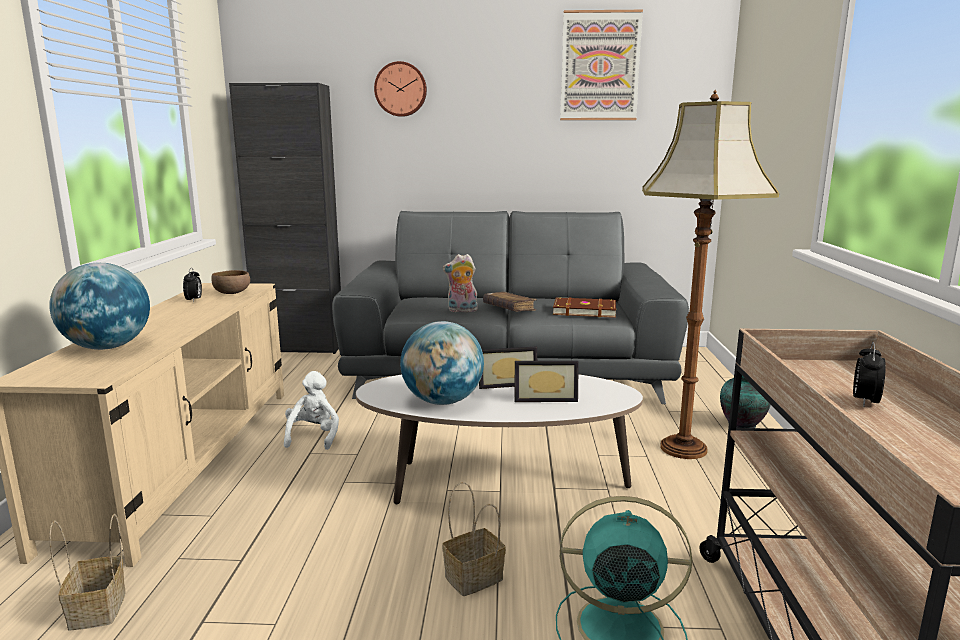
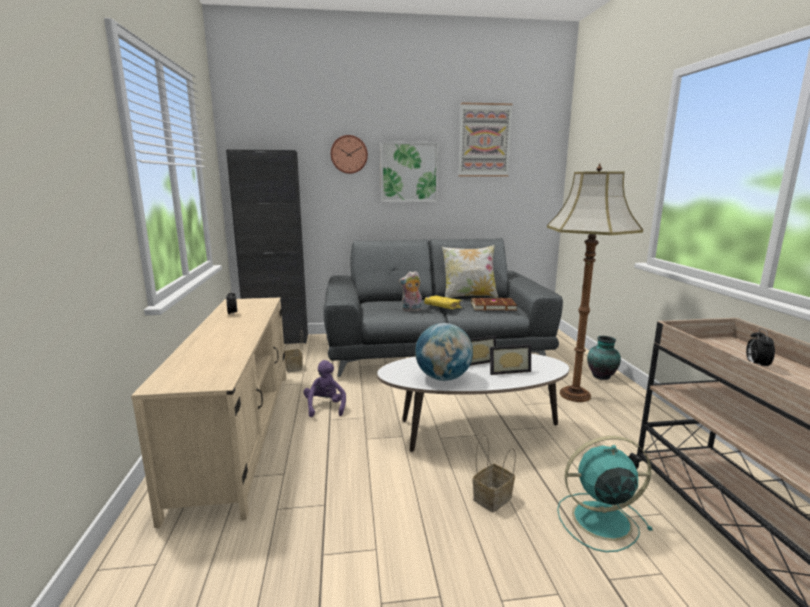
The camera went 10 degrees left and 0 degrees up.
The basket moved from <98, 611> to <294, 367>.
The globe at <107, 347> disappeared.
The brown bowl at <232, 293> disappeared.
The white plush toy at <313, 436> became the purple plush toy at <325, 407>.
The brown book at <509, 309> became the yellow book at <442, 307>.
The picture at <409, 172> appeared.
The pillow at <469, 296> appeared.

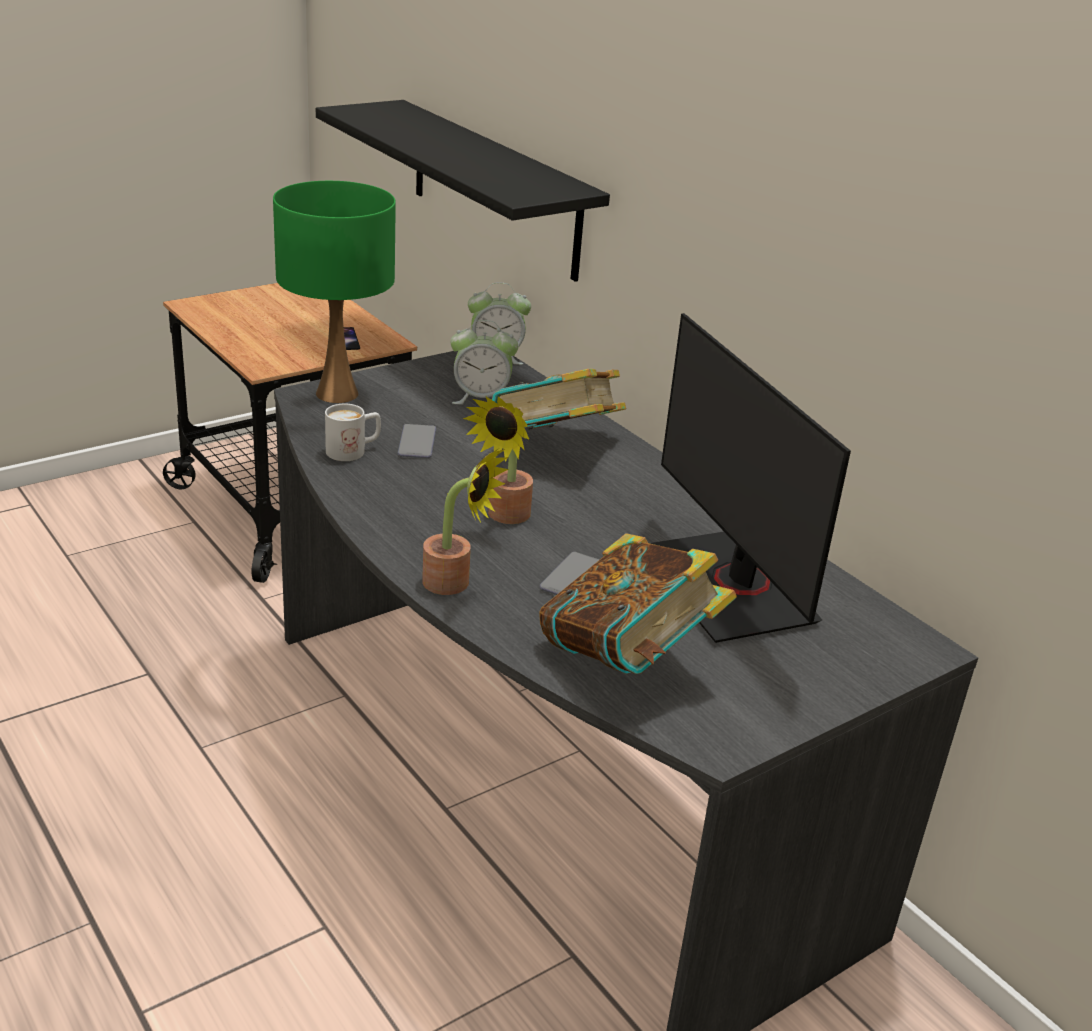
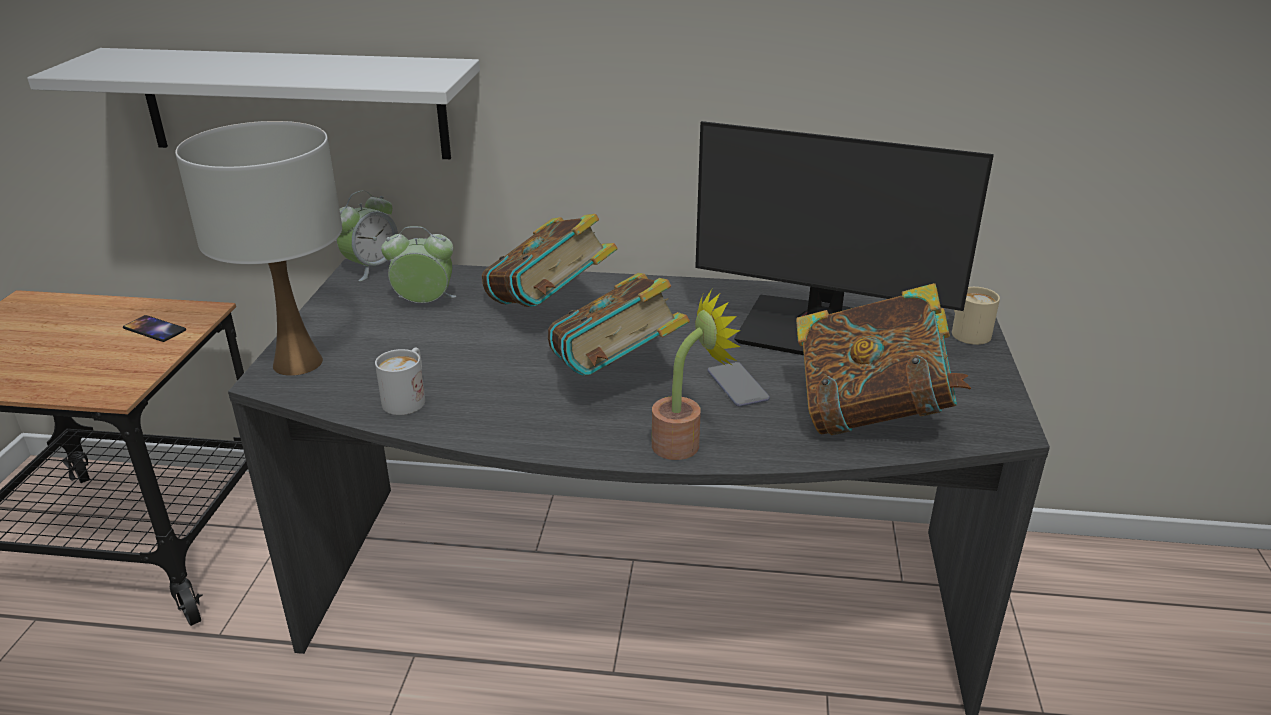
The camera went 45 degrees left and 0 degrees up.
The green table lamp at <338, 393> became the white table lamp at <298, 362>.
The black shelf at <494, 189> became the white shelf at <294, 104>.
The phone at <417, 443> disappeared.
The alarm clock at <481, 399> turned 135 degrees counterclockwise.
The potted plant at <504, 517> was replaced by the book at <616, 375>.
The beige mug at <966, 331> appeared.

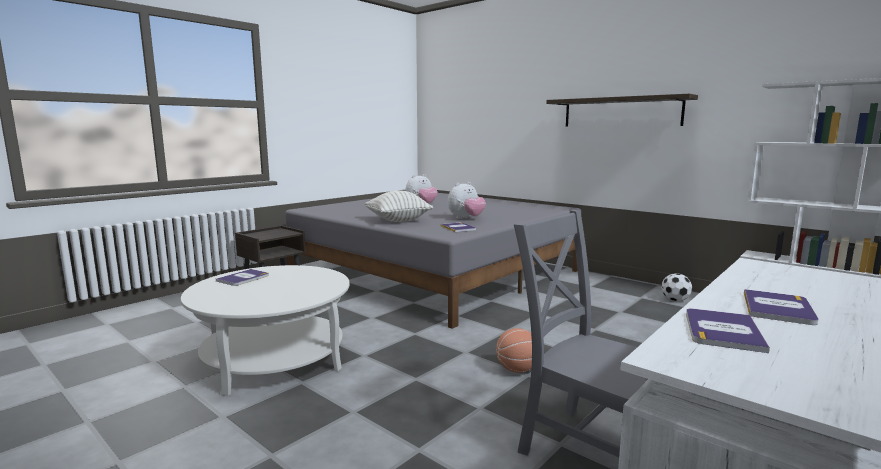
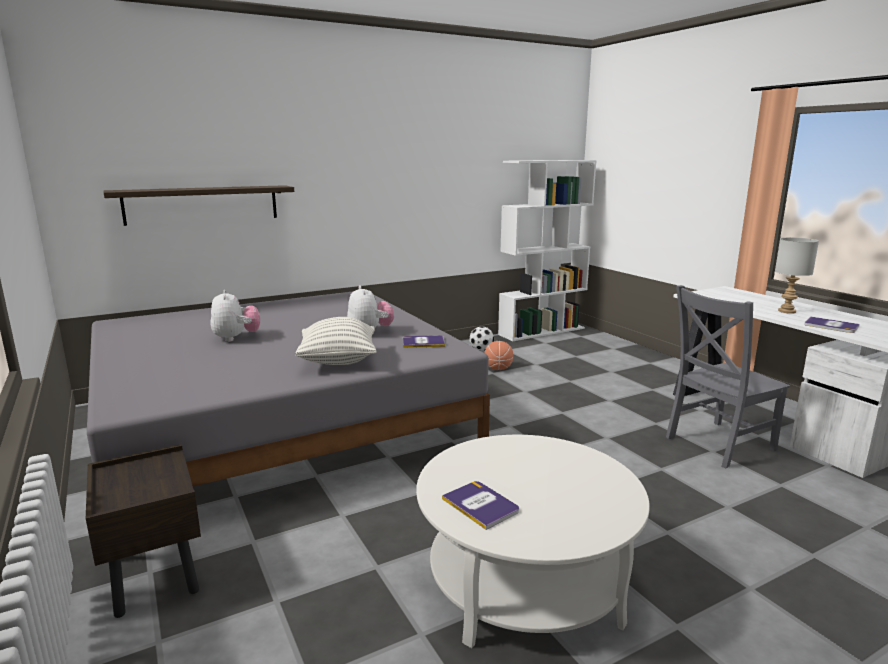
The camera went 70 degrees left and 5 degrees up.
The basketball moved from <517, 369> to <498, 369>.
The shelf moved from <621, 112> to <202, 204>.
The book at <778, 308> was replaced by the grey table lamp at <786, 311>.

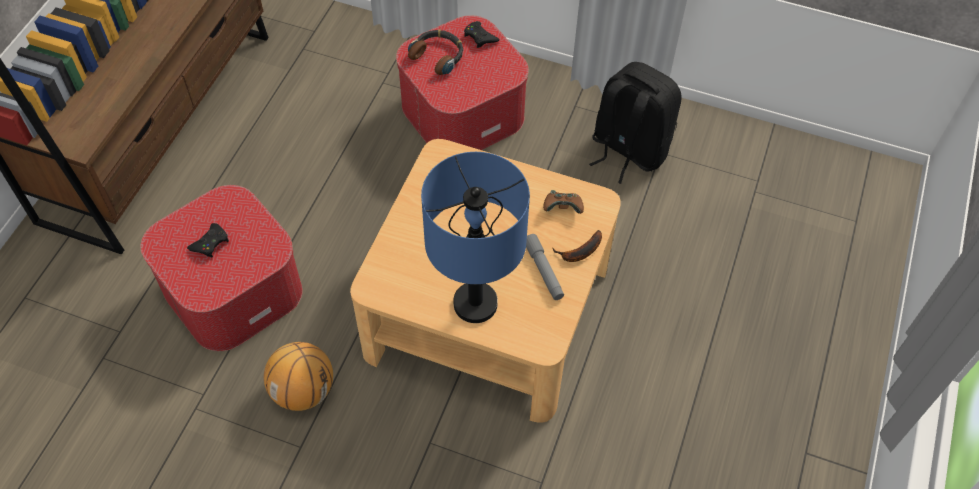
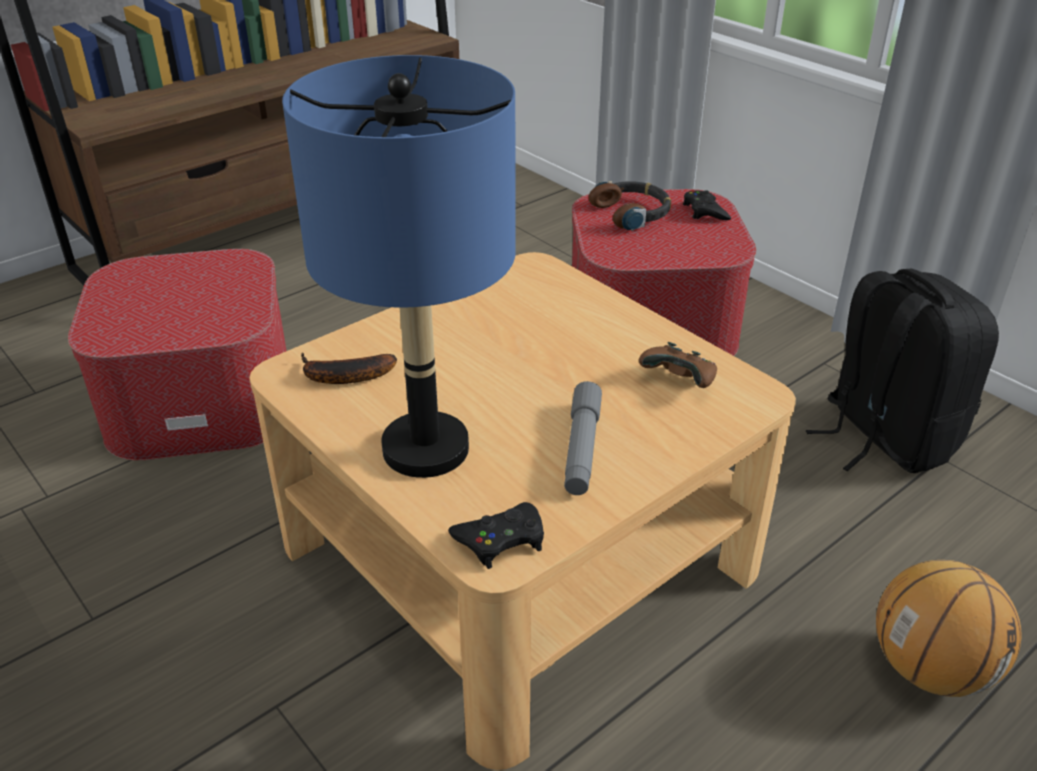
The camera went 30 degrees right and 20 degrees down.
The black game controller moved from <210, 243> to <501, 540>.
The basketball moved from <303, 390> to <930, 668>.
The banana moved from <579, 252> to <342, 377>.

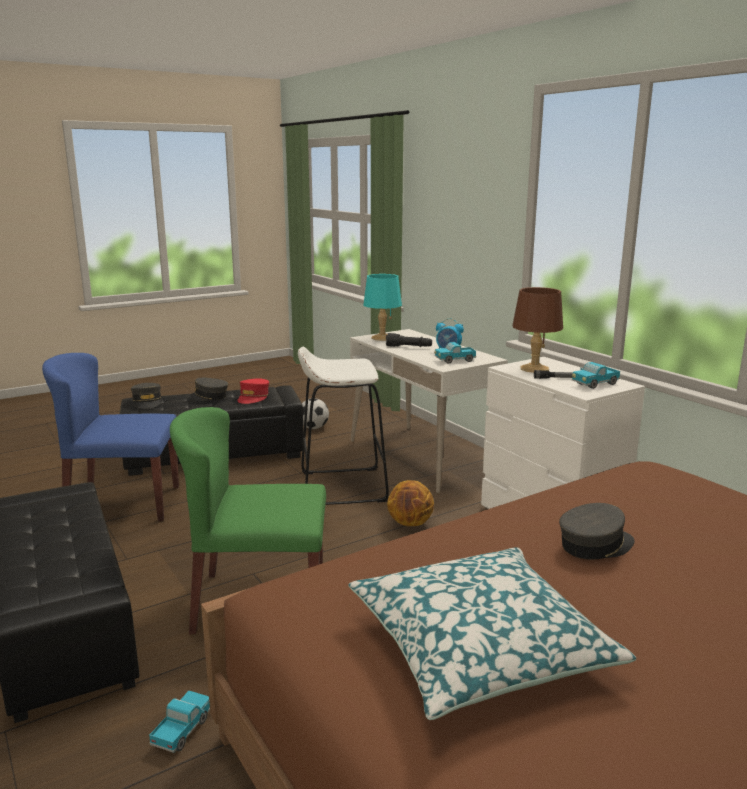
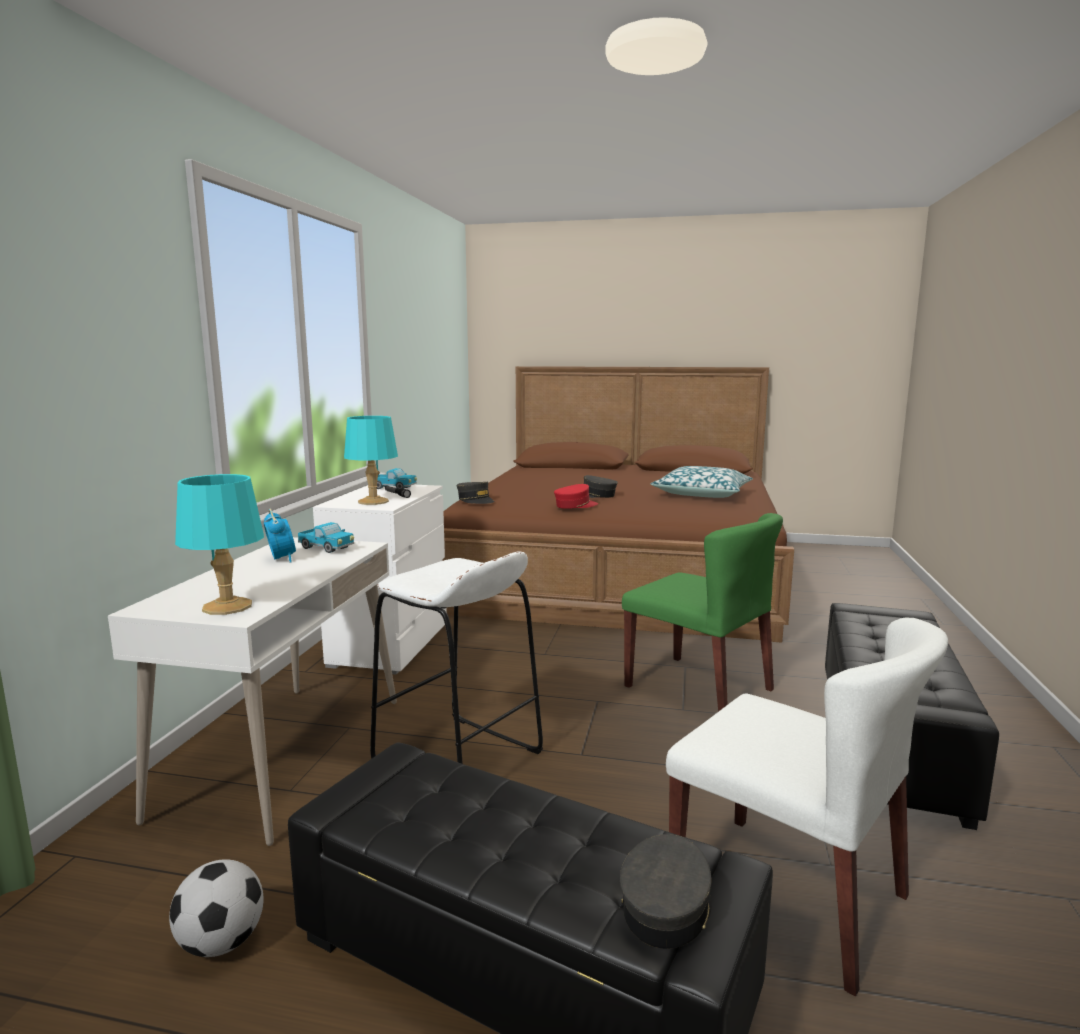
The camera went 135 degrees left and 5 degrees down.
The blue chair at <123, 504> became the white chair at <790, 894>.
The toy truck at <183, 730> disappeared.
The grey cap moved from <208, 397> to <475, 500>.
The red cap moved from <253, 397> to <575, 505>.
The black flashlight at <409, 347> disappeared.
The basketball at <410, 523> disappeared.
The brown table lamp at <534, 368> became the turquoise table lamp at <372, 501>.

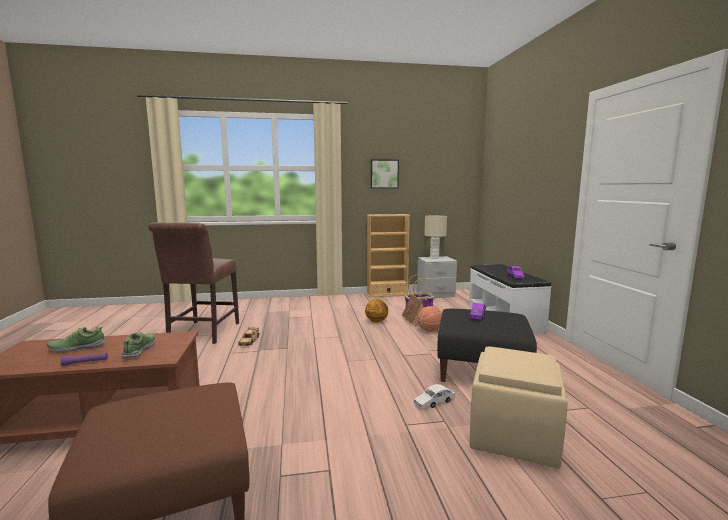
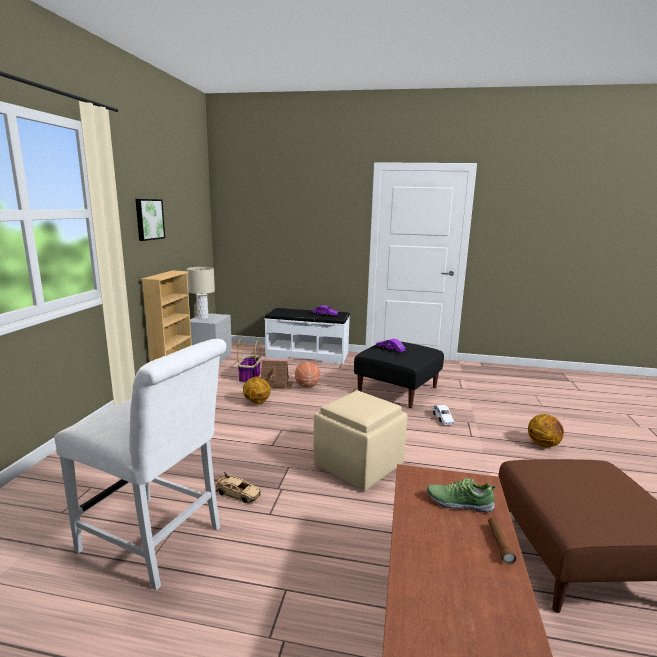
The camera went 70 degrees left and 5 degrees up.
The shoe at <77, 348> disappeared.
The purple flashlight at <85, 363> became the brown flashlight at <499, 544>.
The brown chair at <202, 333> became the white chair at <156, 542>.
The beige ottoman moved from <514, 436> to <358, 465>.
The basketball at <543, 444> appeared.

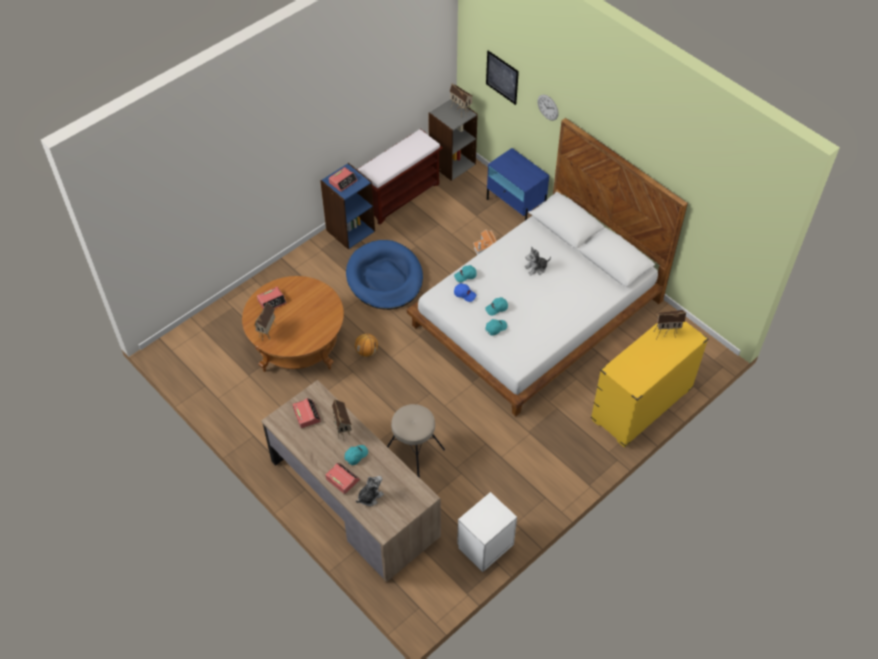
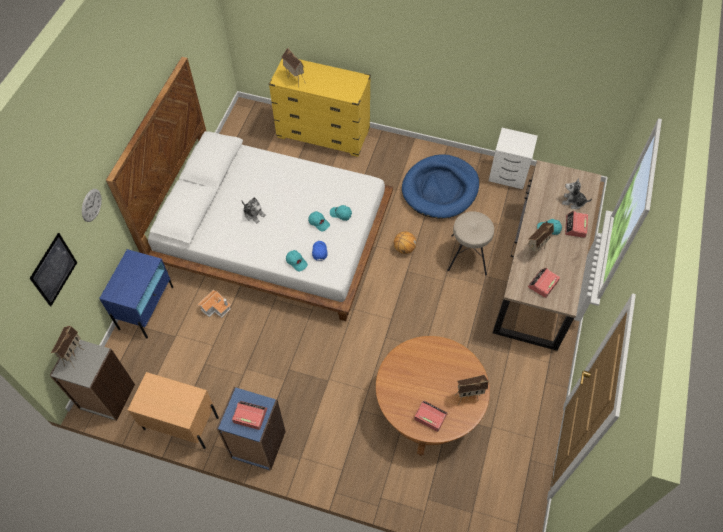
The camera went 120 degrees left and 5 degrees up.
The blue dog bed moved from <385, 278> to <440, 189>.
The basketball moved from <367, 351> to <404, 248>.
The brown bench at <400, 195> was replaced by the beige nightstand at <181, 423>.

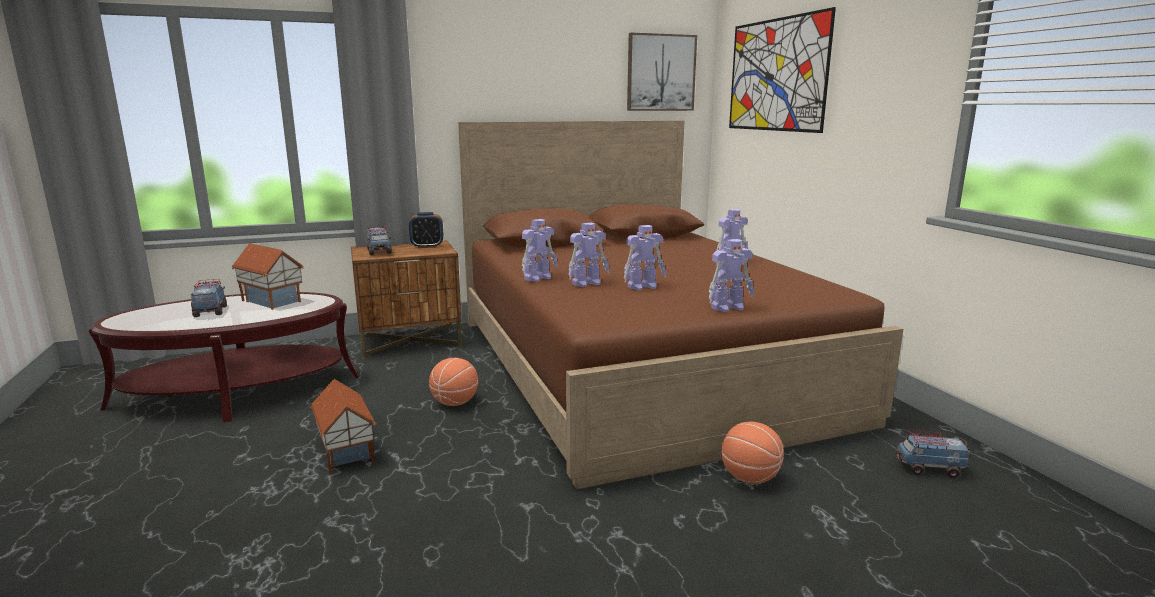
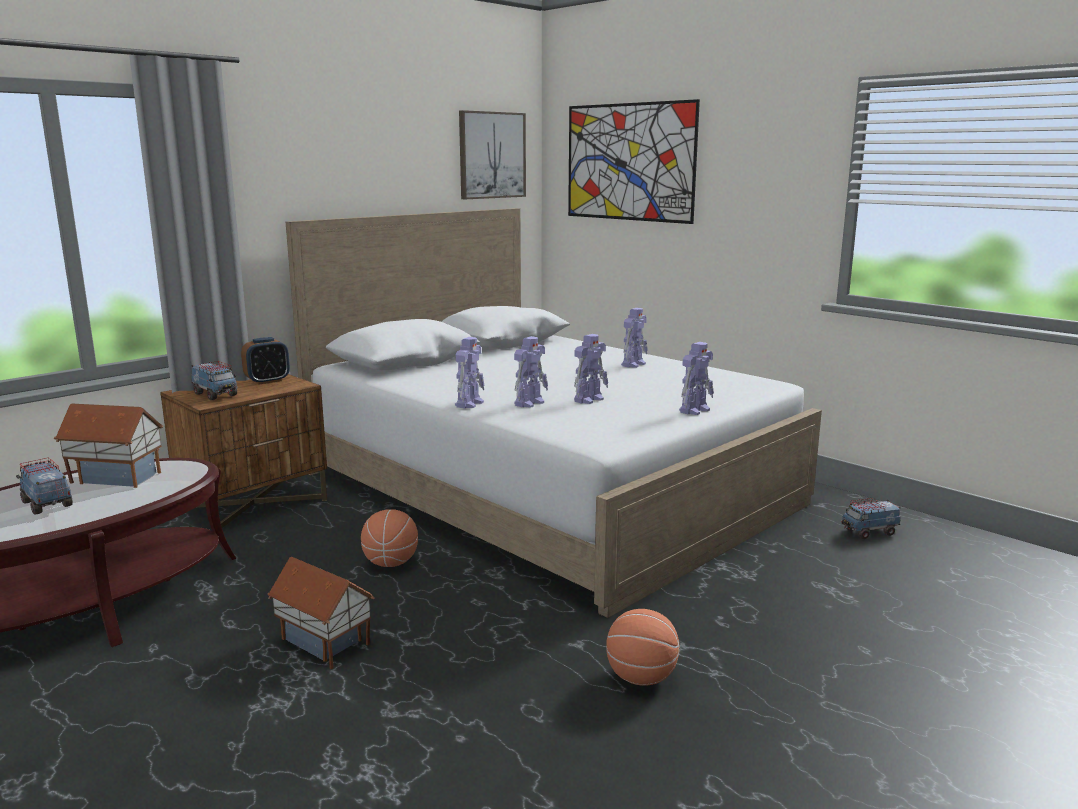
The camera went 25 degrees left and 0 degrees up.
The brown bed at <639, 365> became the white bed at <548, 487>.
The basketball moved from <750, 478> to <641, 677>.

